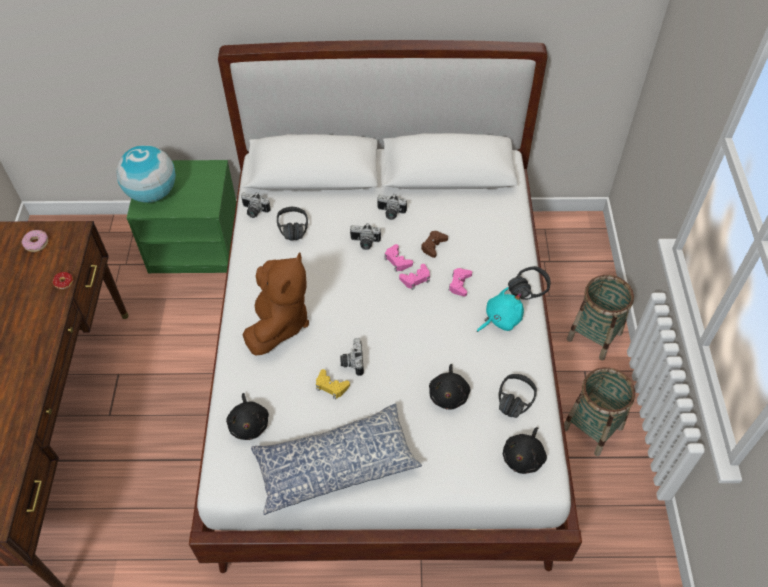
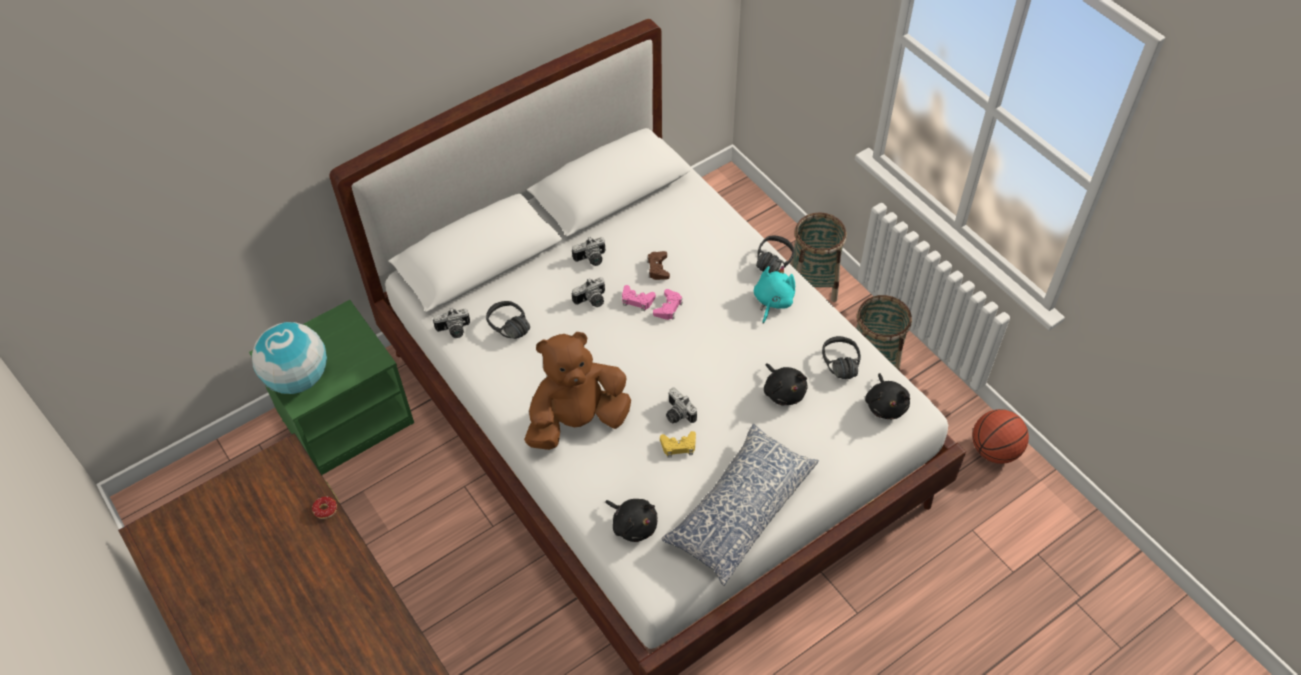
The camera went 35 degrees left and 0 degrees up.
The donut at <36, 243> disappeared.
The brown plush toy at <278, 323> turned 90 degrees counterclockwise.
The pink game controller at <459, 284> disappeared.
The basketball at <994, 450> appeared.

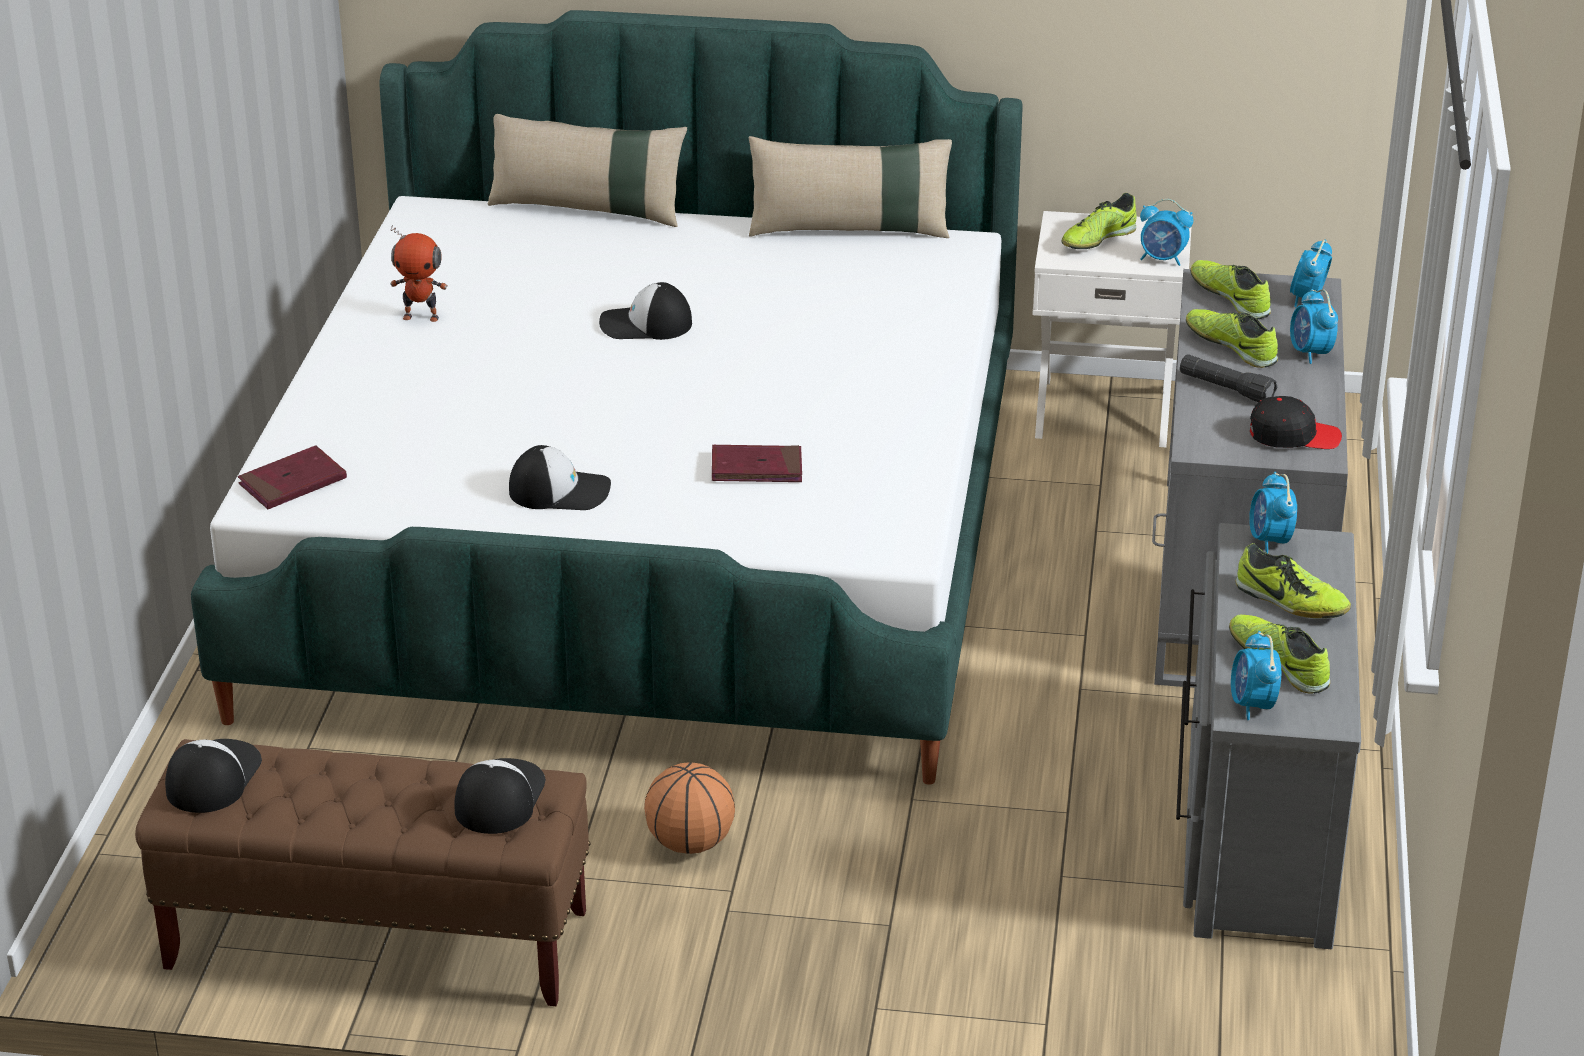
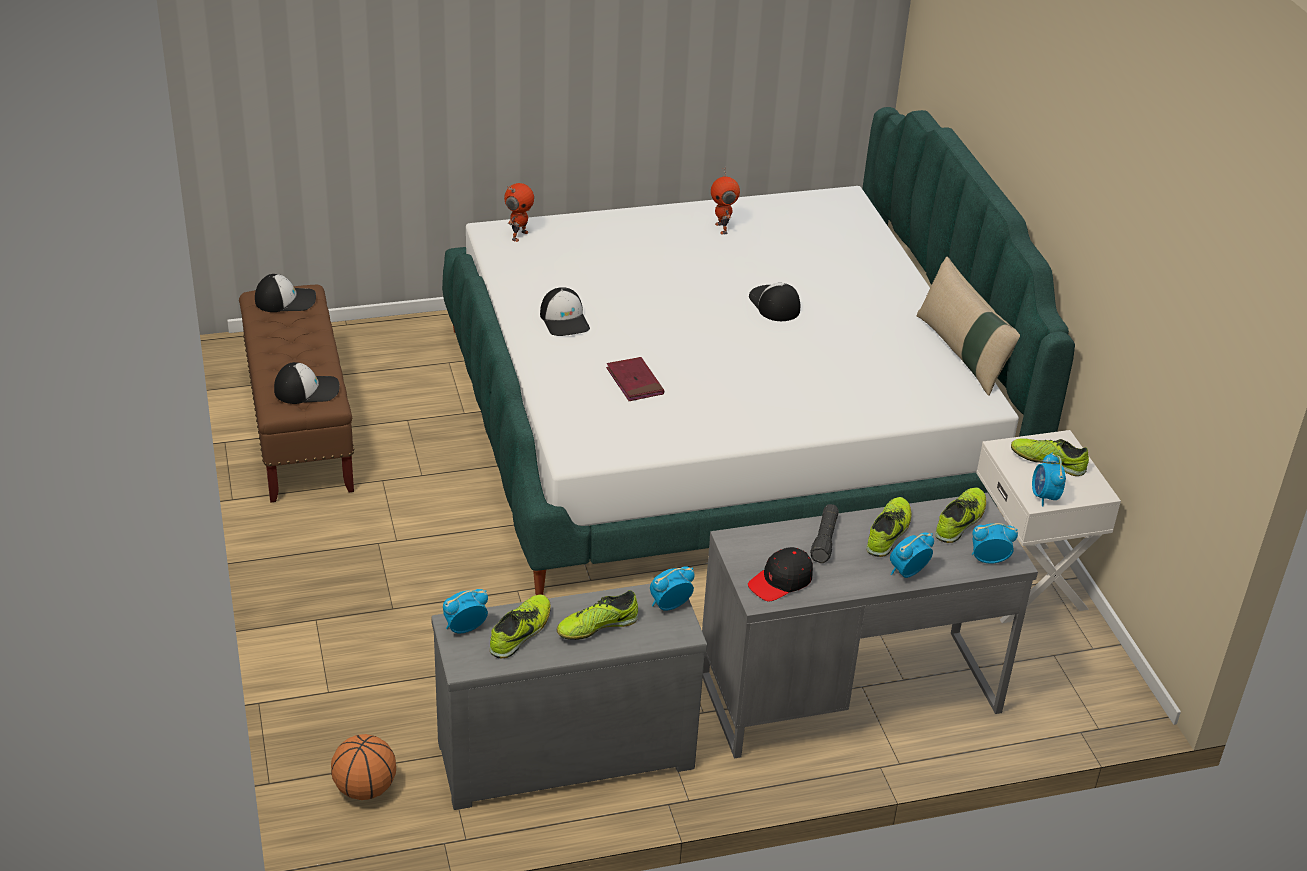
The camera went 65 degrees right and 5 degrees up.
The red book at <293, 482> was replaced by the toy robot at <519, 235>.
The beige pillow at <588, 209> disappeared.
The basketball moved from <690, 843> to <365, 788>.
The shoe at <1290, 602> turned 45 degrees clockwise.
The black cap at <1293, 436> turned 75 degrees clockwise.

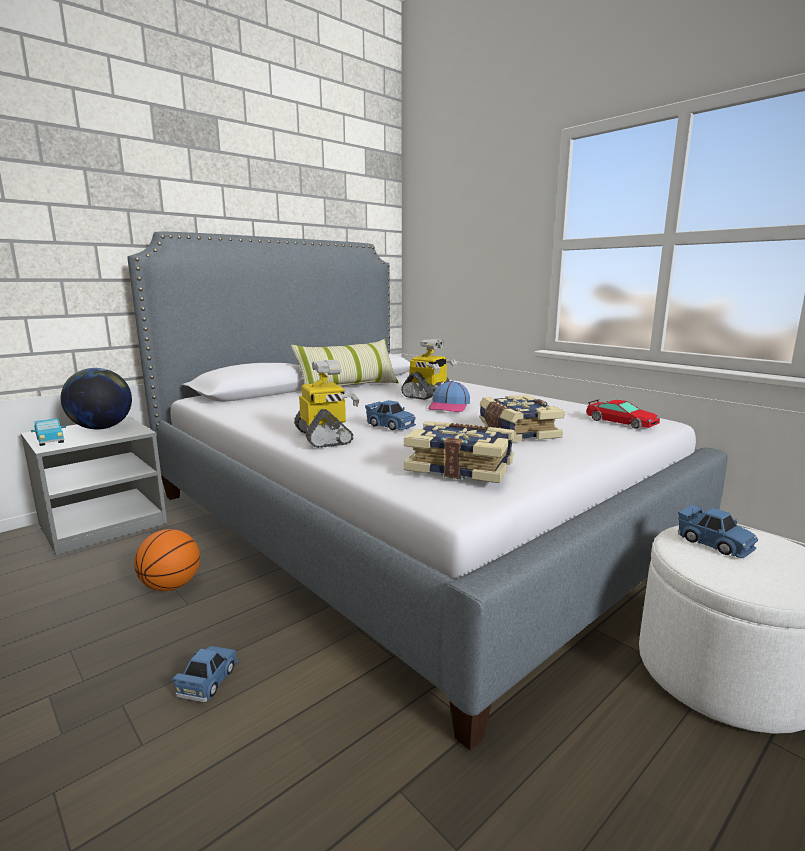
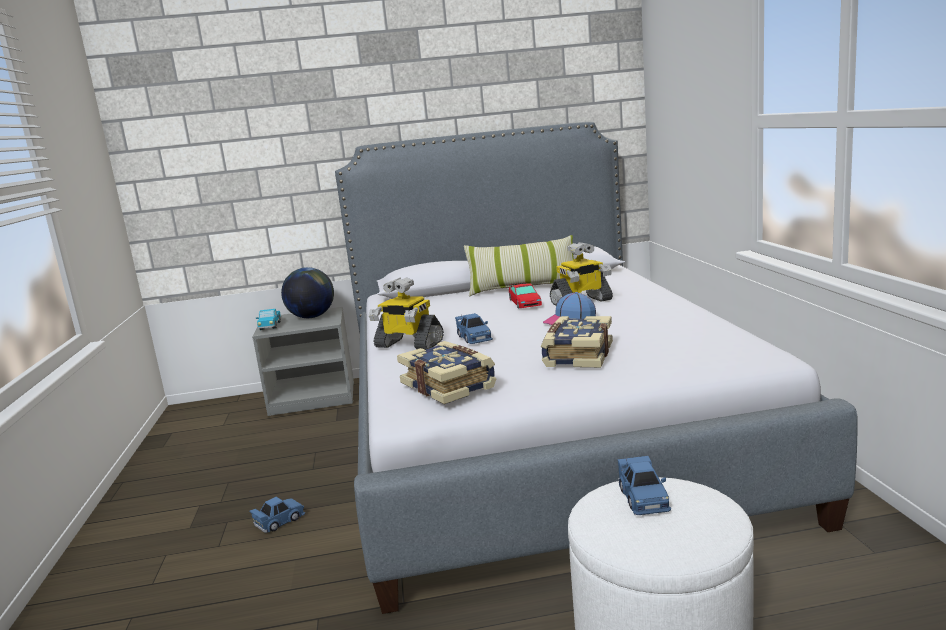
The camera went 35 degrees right and 0 degrees up.
The basketball at <171, 586> disappeared.
The toy robot at <324, 437> turned 105 degrees clockwise.
The toy car moved from <621, 422> to <524, 303>.

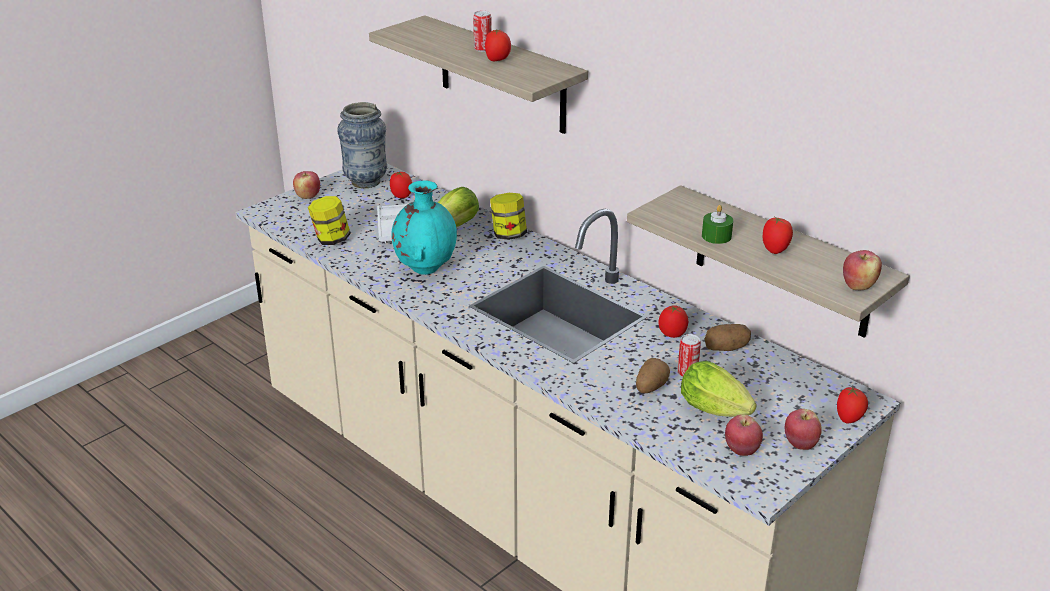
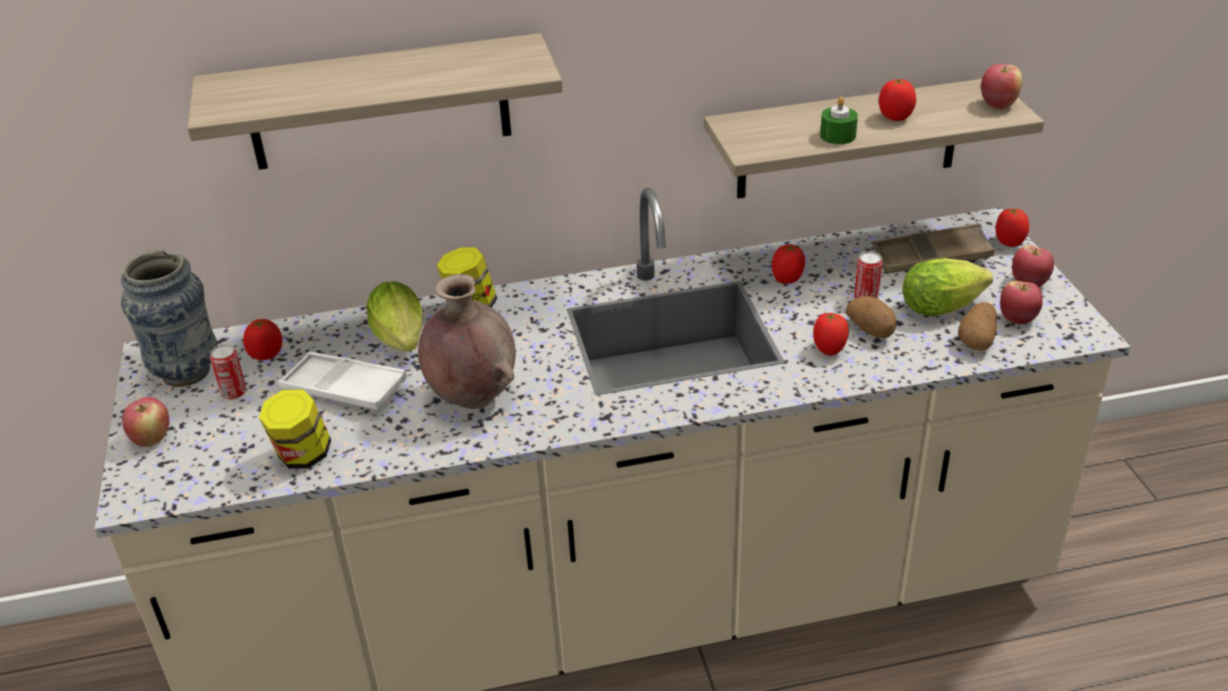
The camera went 55 degrees left and 5 degrees up.
The turquoise vase at <425, 268> became the brown vase at <472, 398>.
The can moved from <482, 49> to <234, 393>.
The tomato moved from <498, 60> to <829, 349>.
The potato moved from <726, 348> to <977, 340>.
The brown tray at <931, 257> appeared.

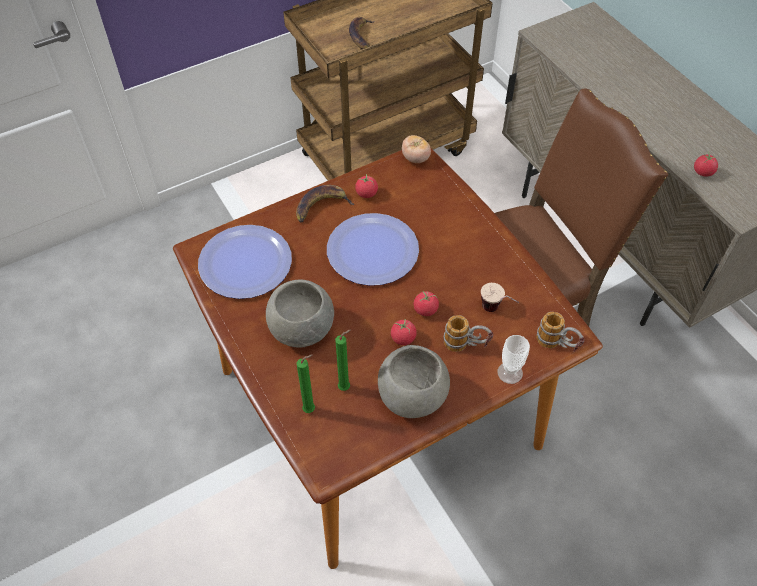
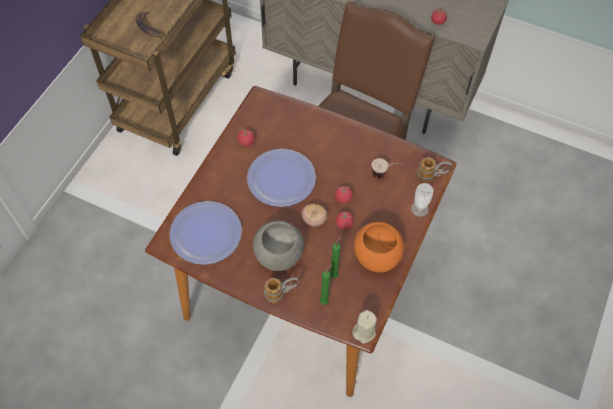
The camera went 35 degrees left and 5 degrees up.
The banana at <321, 206> disappeared.
The grey bowl at <411, 396> became the orange bowl at <376, 256>.
The tomato moved from <415, 158> to <314, 220>.
The mug moved from <466, 345> to <282, 293>.
The beige candle at <364, 331> appeared.

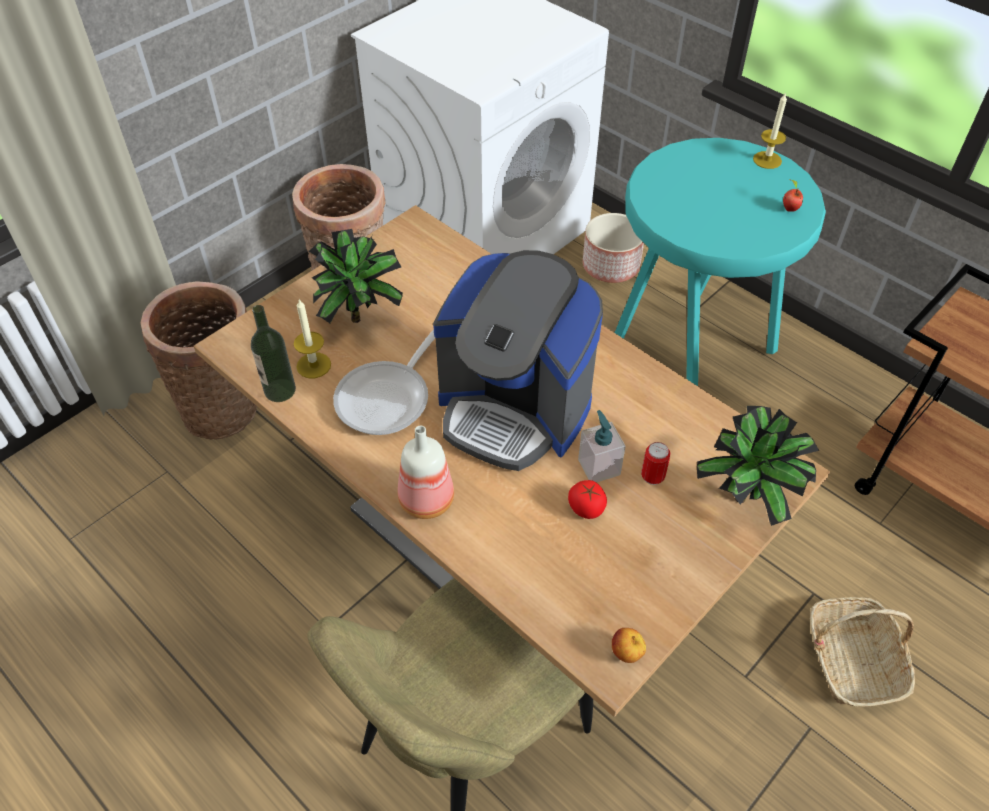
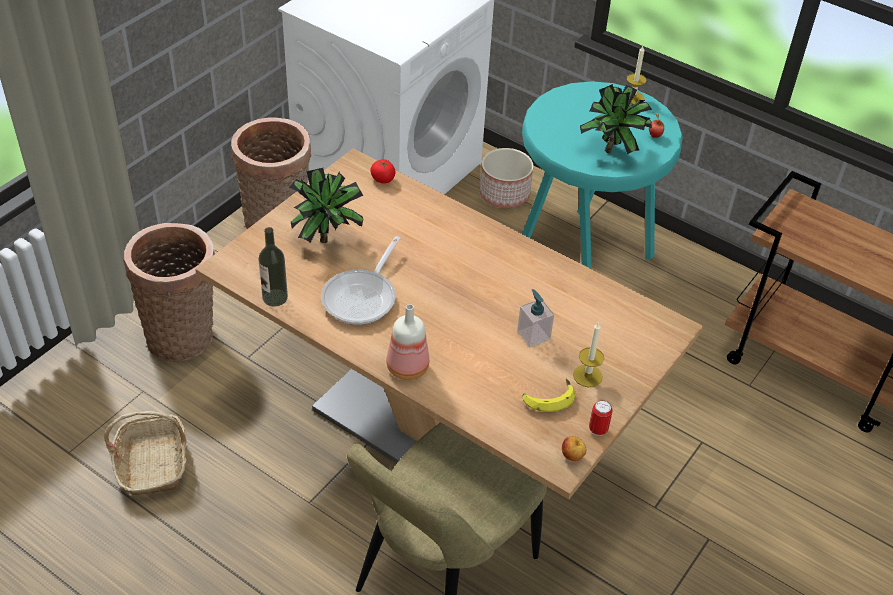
The camera went 10 degrees left and 5 degrees down.
The candle moved from <313, 365> to <587, 376>.
The coffee machine at <514, 409> disappeared.
The tomato moved from <586, 508> to <383, 179>.
The can moved from <652, 477> to <598, 429>.
The potted plant moved from <748, 500> to <613, 151>.
The basket moved from <851, 660> to <153, 463>.
The banana at <548, 398> appeared.

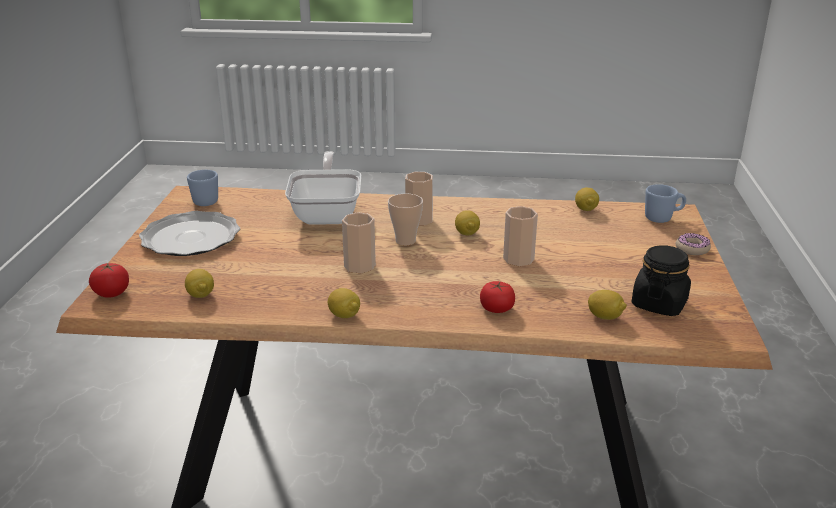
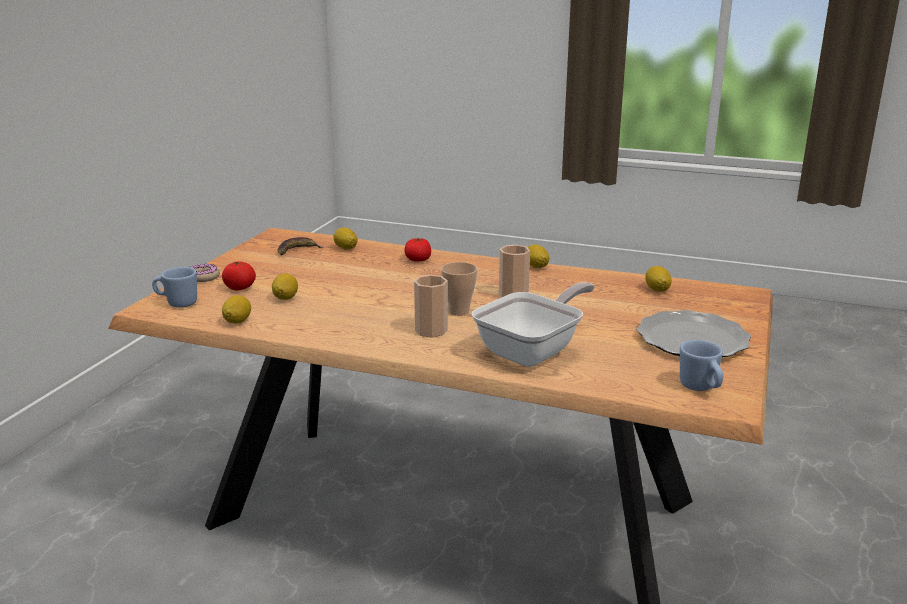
The camera went 165 degrees left and 5 degrees down.
The tomato moved from <112, 293> to <240, 288>.
The frying pan at <327, 213> turned 150 degrees counterclockwise.
The lemon moved from <466, 233> to <285, 298>.
The cup at <518, 259> disappeared.
The black jar at <659, 304> was replaced by the banana at <297, 250>.

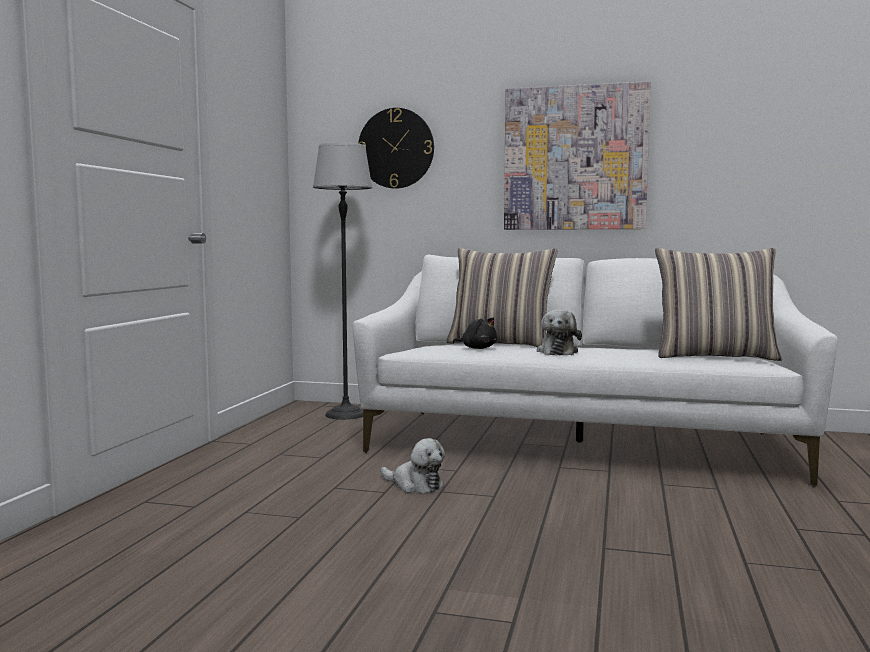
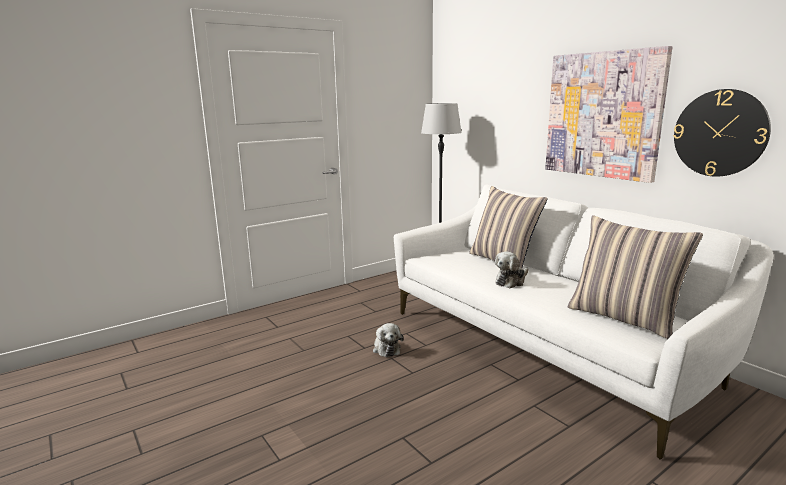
The camera went 40 degrees right and 10 degrees up.
The wall clock moved from <396, 148> to <720, 133>.
The black plush toy at <477, 348> disappeared.

